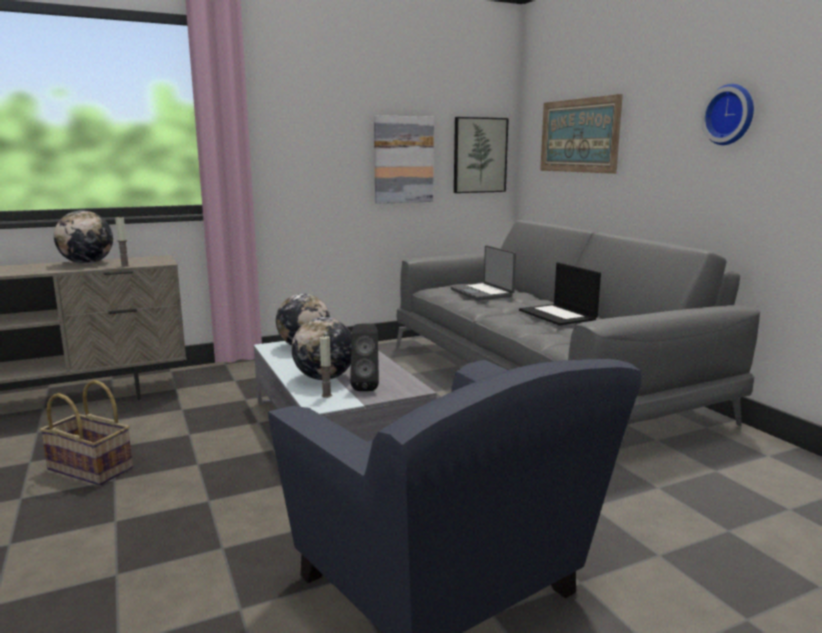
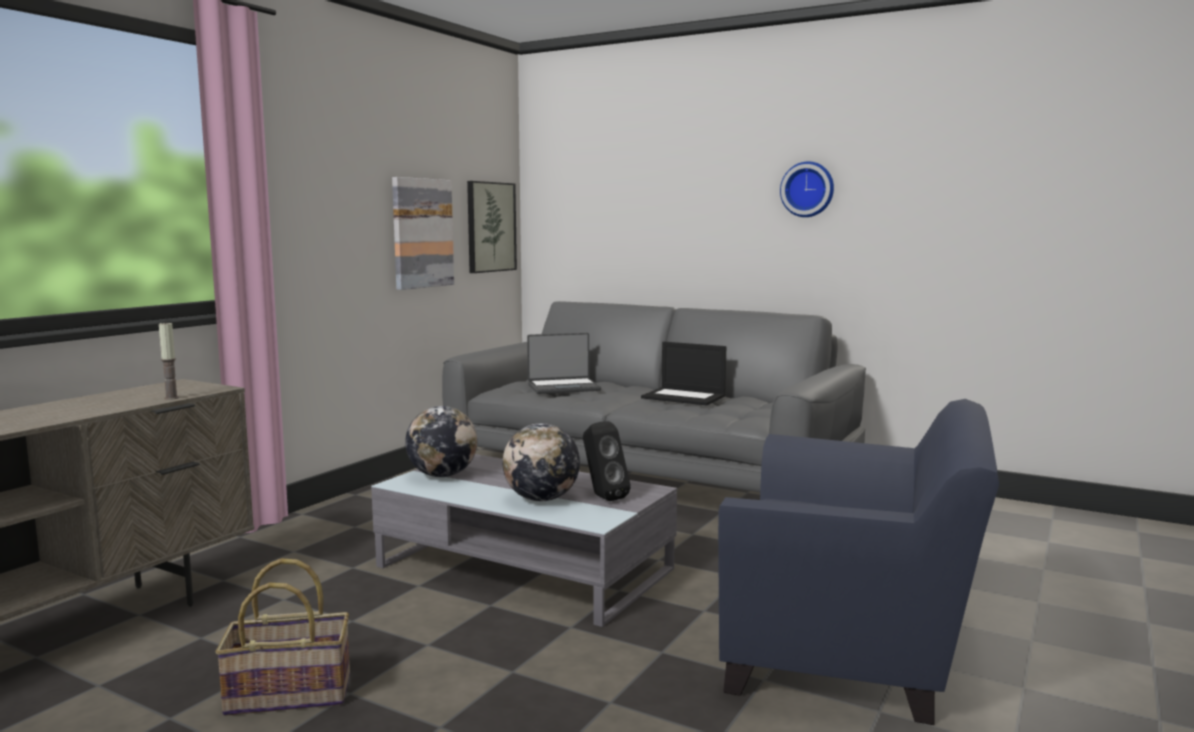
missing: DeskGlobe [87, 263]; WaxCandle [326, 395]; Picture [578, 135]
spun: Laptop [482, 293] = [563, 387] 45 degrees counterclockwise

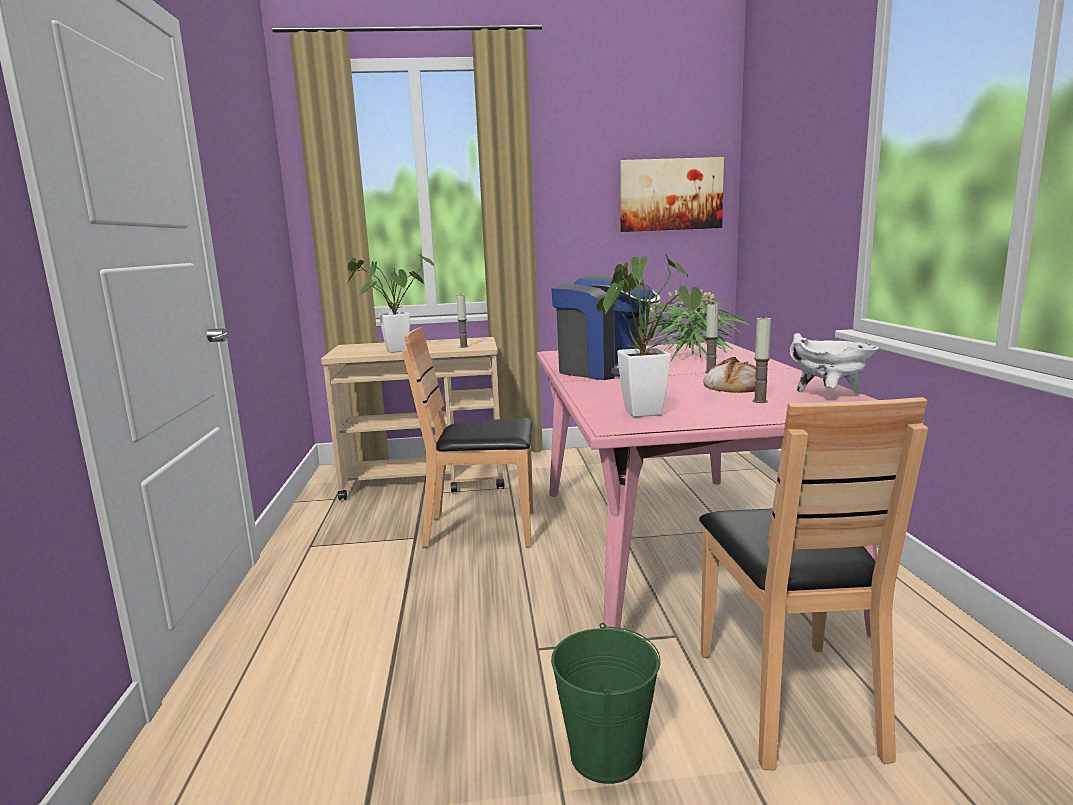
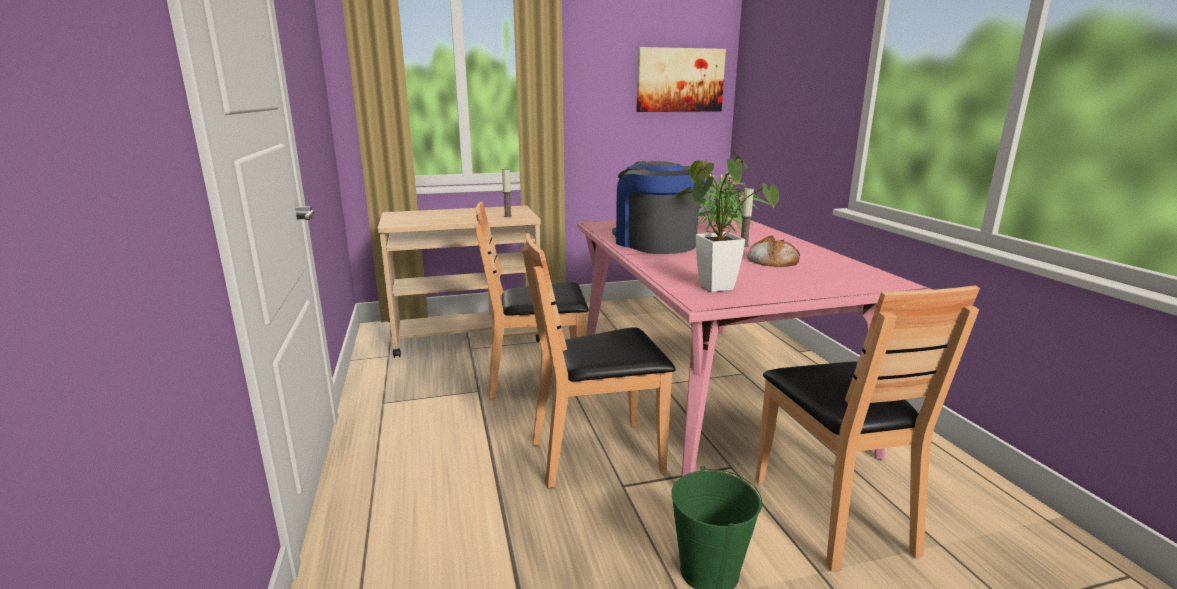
missing: PottedPlant [391, 351]; WaxCandle [760, 401]; WhiteColouredCookingPot [830, 395]
appeared: BrownishChair [598, 455]
spun: CoffeeMaker [606, 370] = [654, 243] 150 degrees counterclockwise

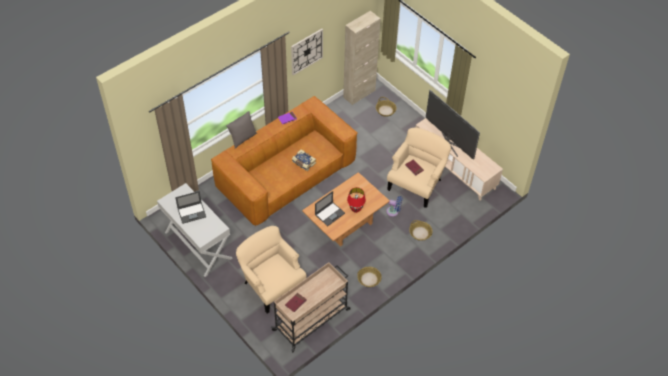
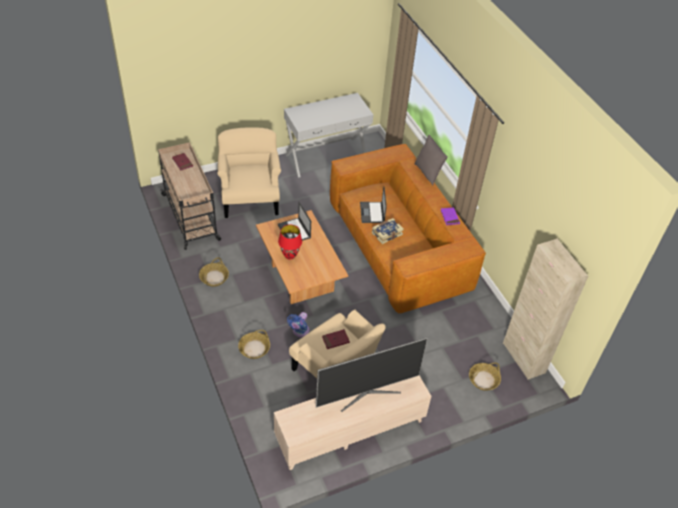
missing: WallClock [306, 51]
relocated: Laptop [192, 212] to [372, 213]
spun: BeigeColouredArmchair [271, 284] = [250, 198] 75 degrees counterclockwise

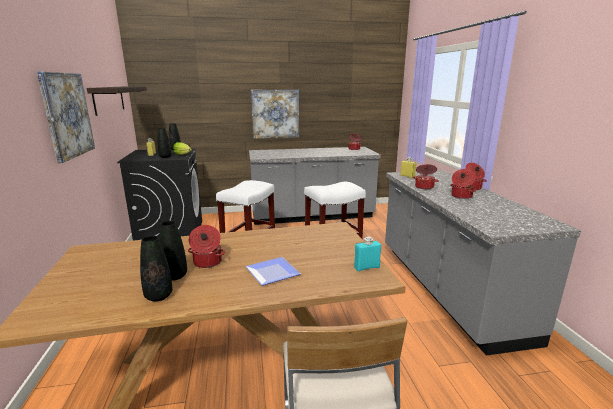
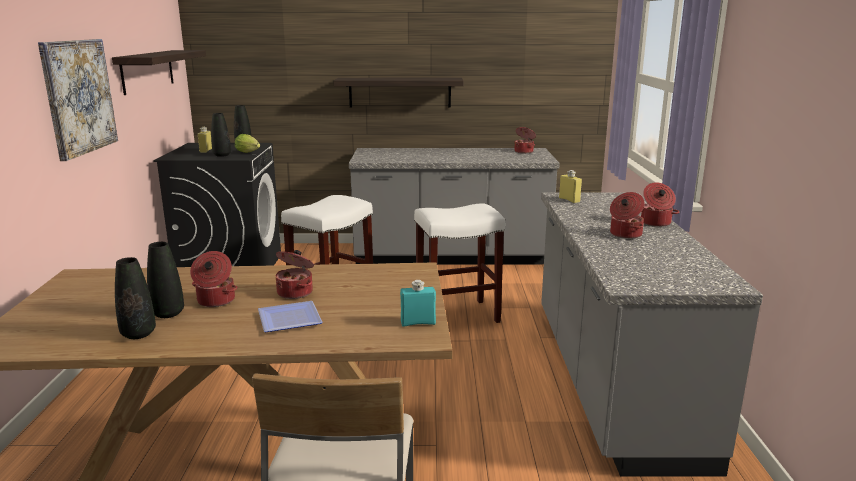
relocated: CookingPot [424, 187] to [296, 292]
exchanged: Picture [275, 114] to BracketShelf [400, 92]

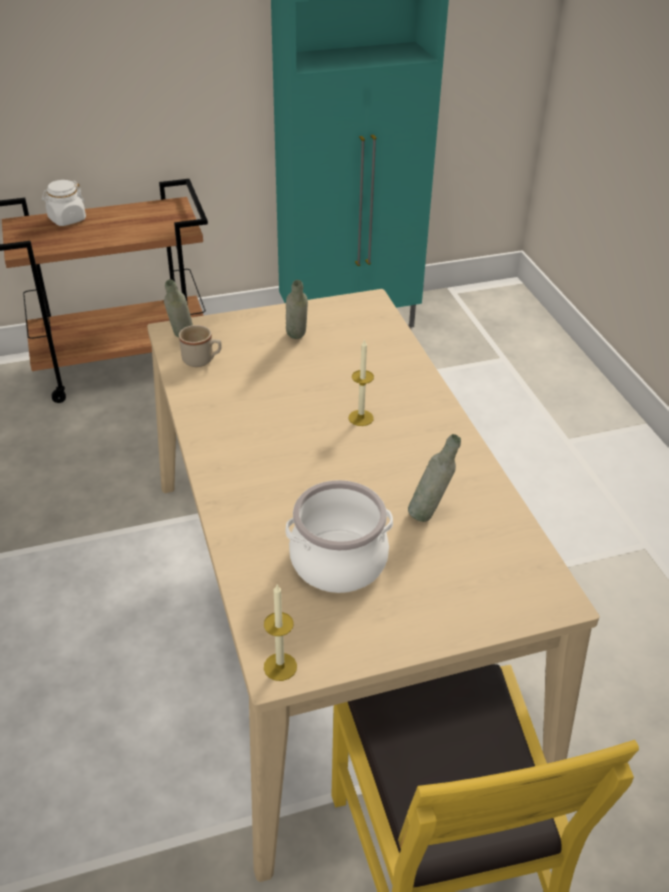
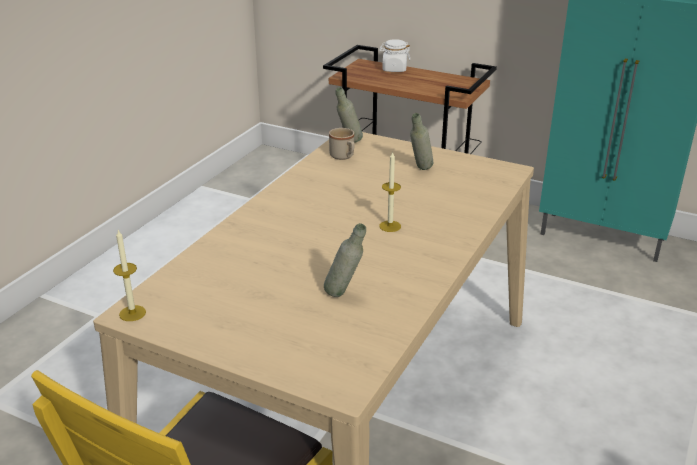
missing: CookingPot [338, 562]

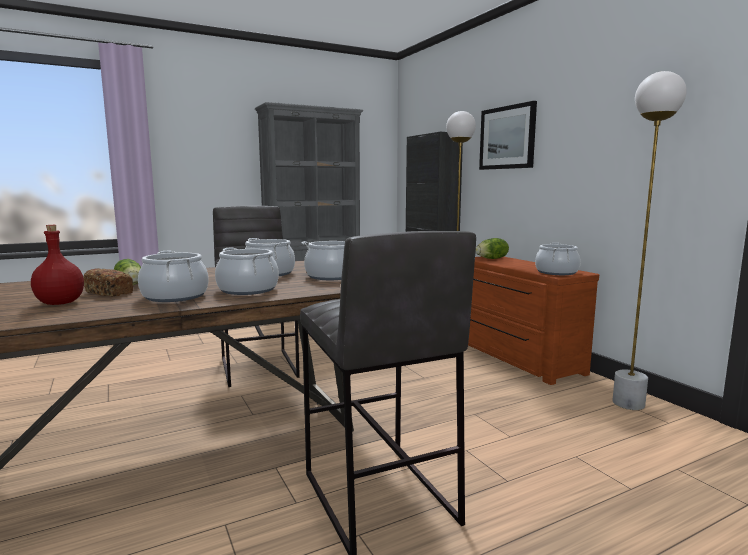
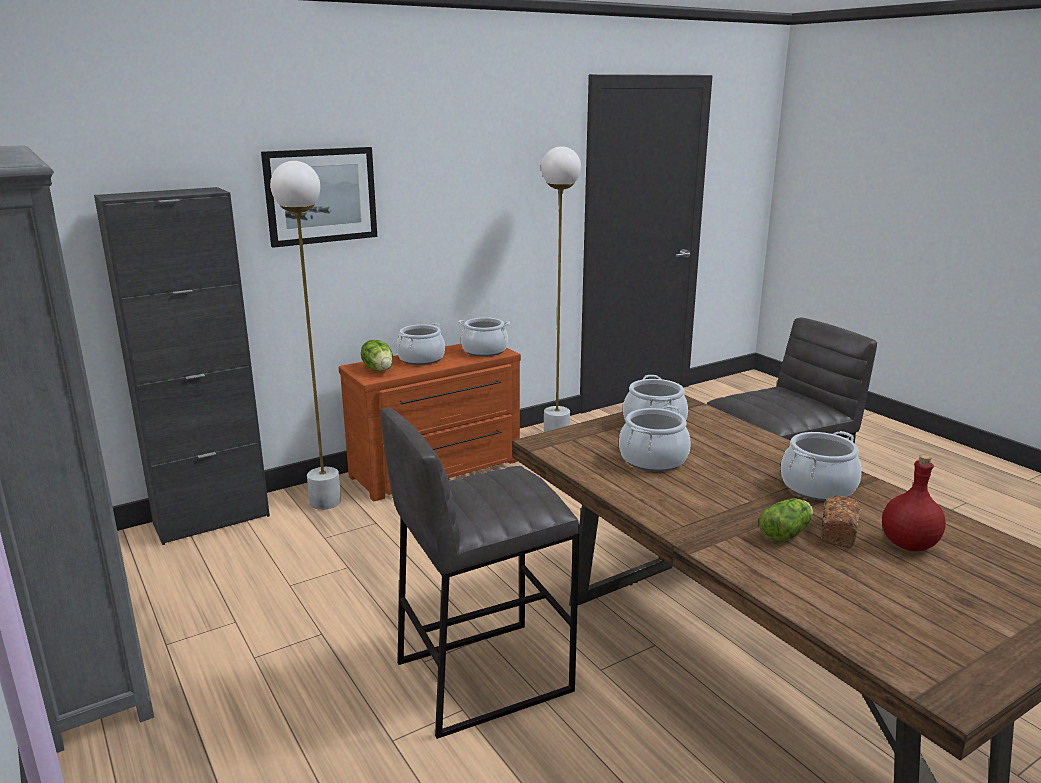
relocated: CookingPot [248, 290] to [421, 359]

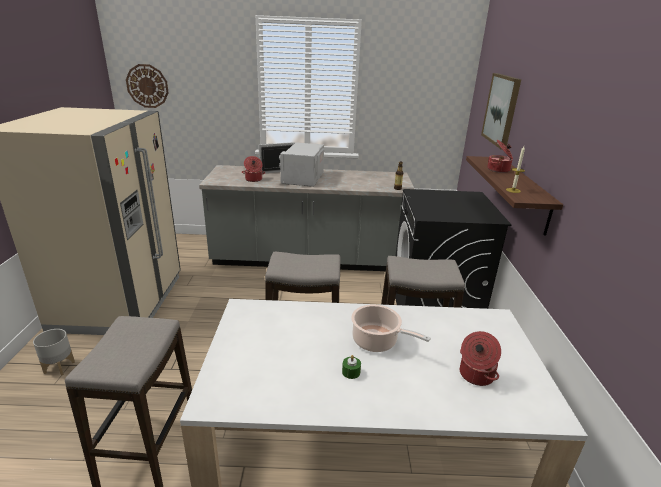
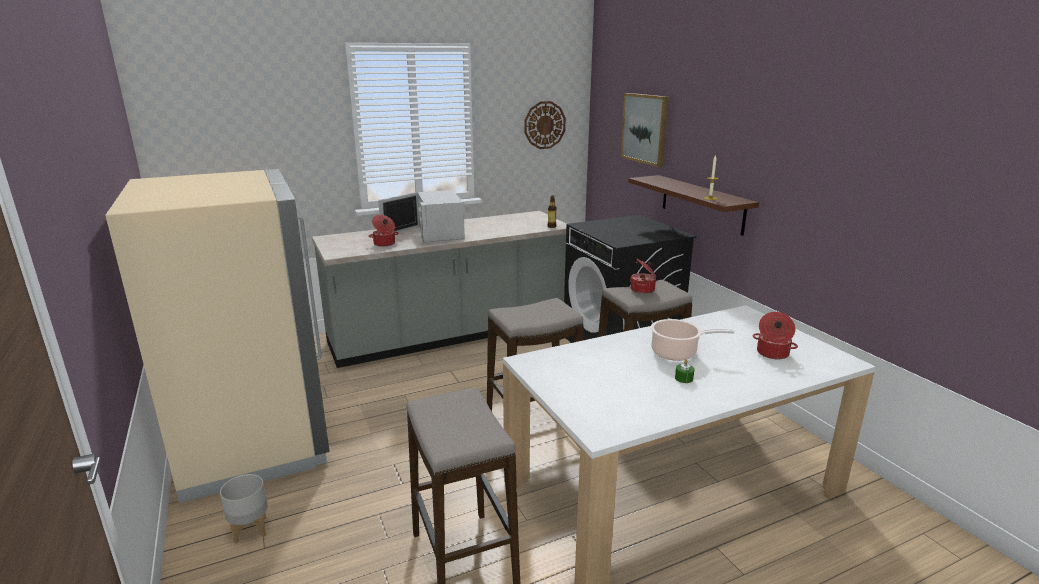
relocated: WallClock [147, 86] to [544, 125]; CookingPot [499, 170] to [643, 290]

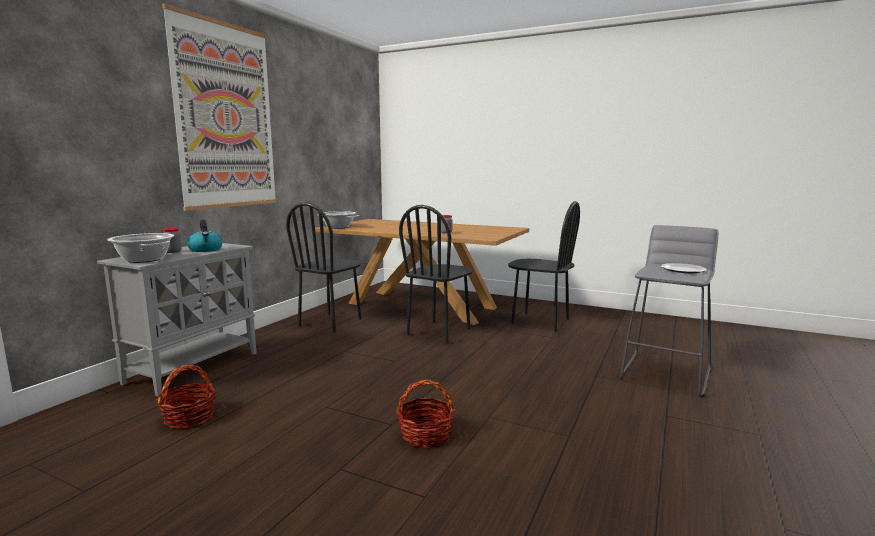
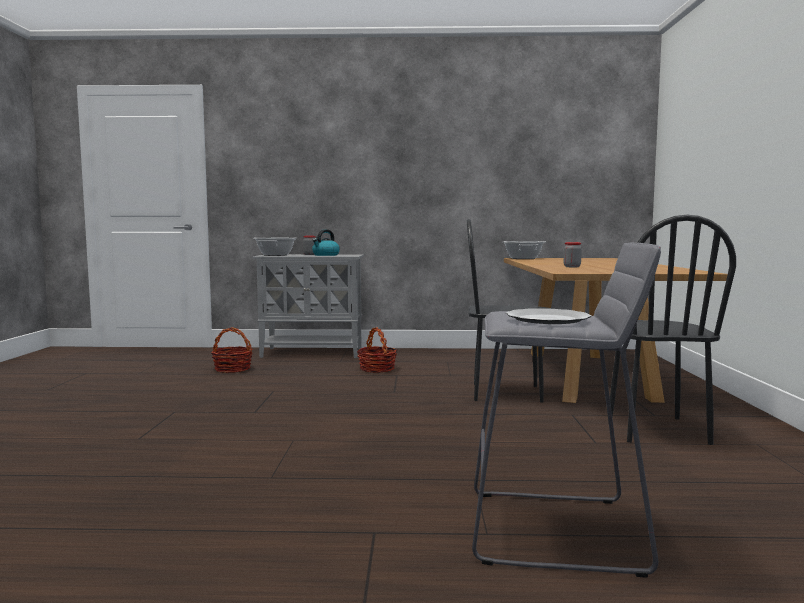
missing: Picture [226, 116]; BlackChair [330, 322]
relocated: HouseholdBasket [425, 435] to [377, 369]

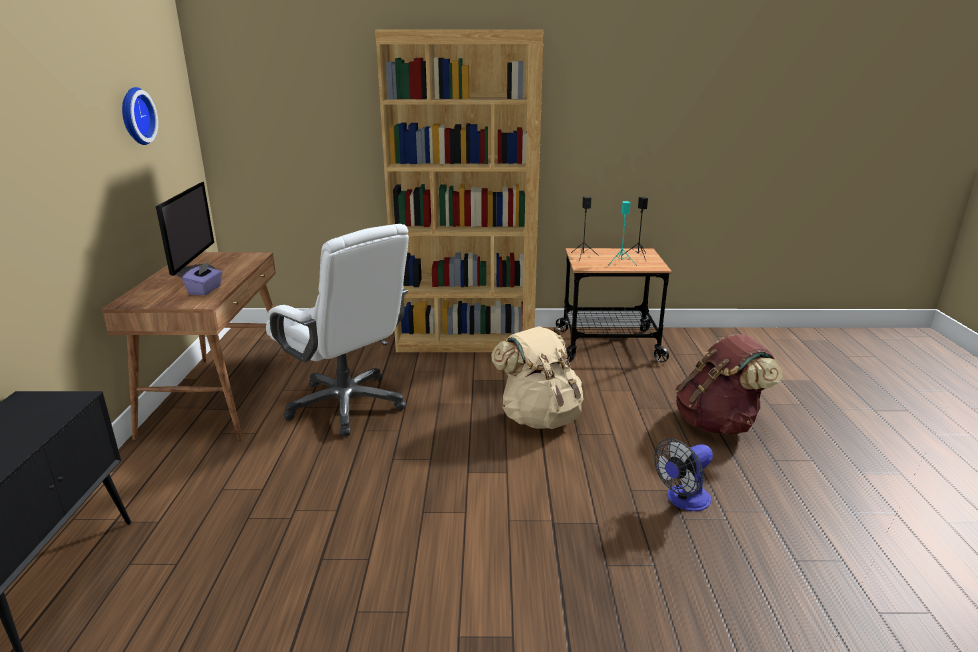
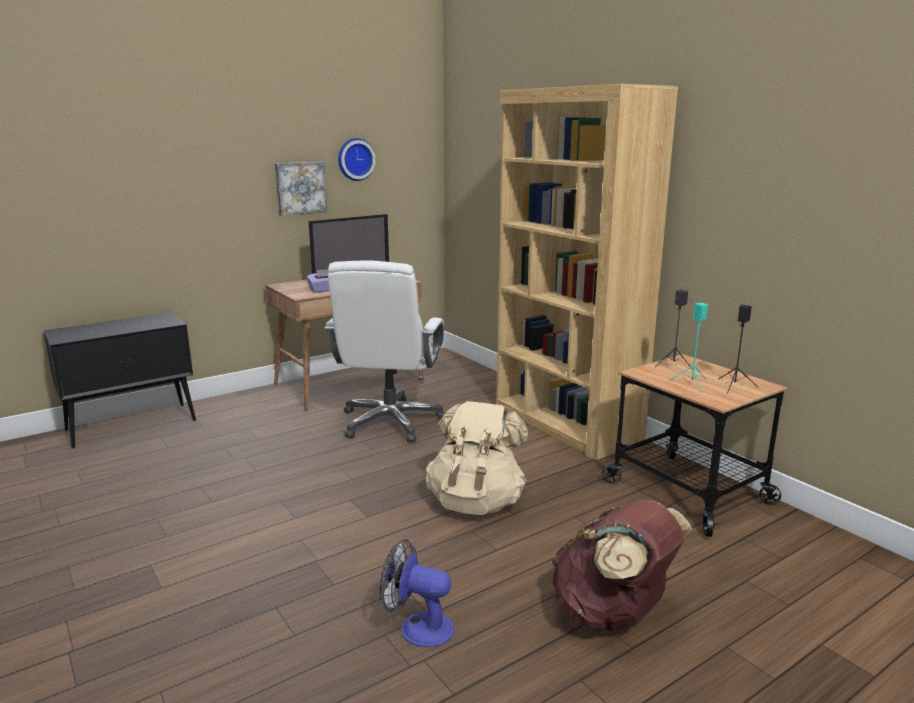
appeared: Picture [300, 188]

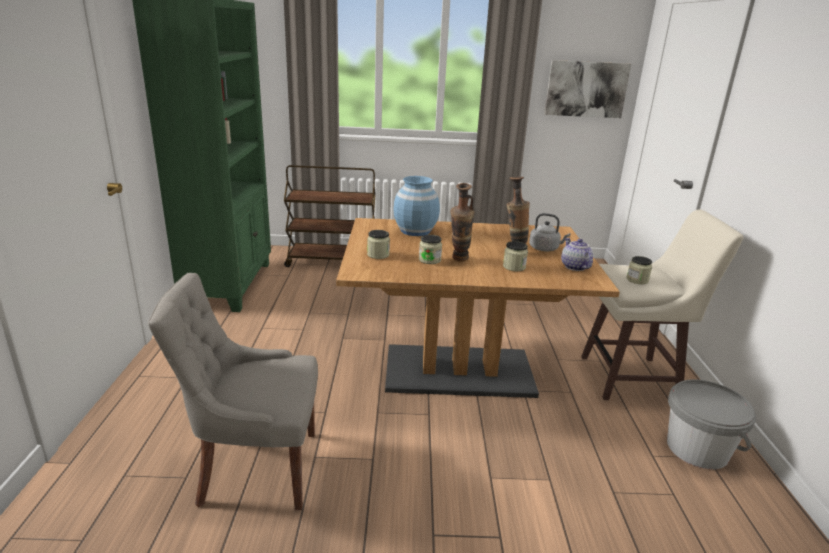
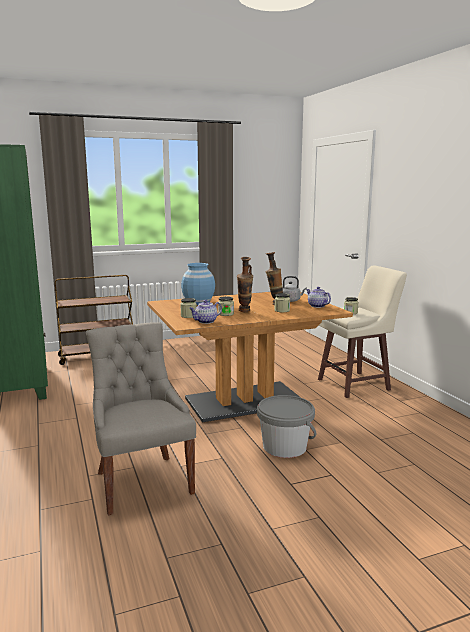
missing: Picture [586, 89]
appeared: PotForTea [205, 321]
relocated: GrayPail [697, 449] to [284, 447]
spun: GrayChair [255, 468] = [142, 481] 90 degrees clockwise

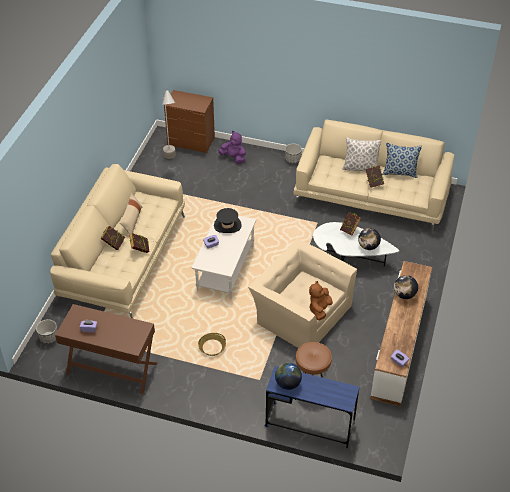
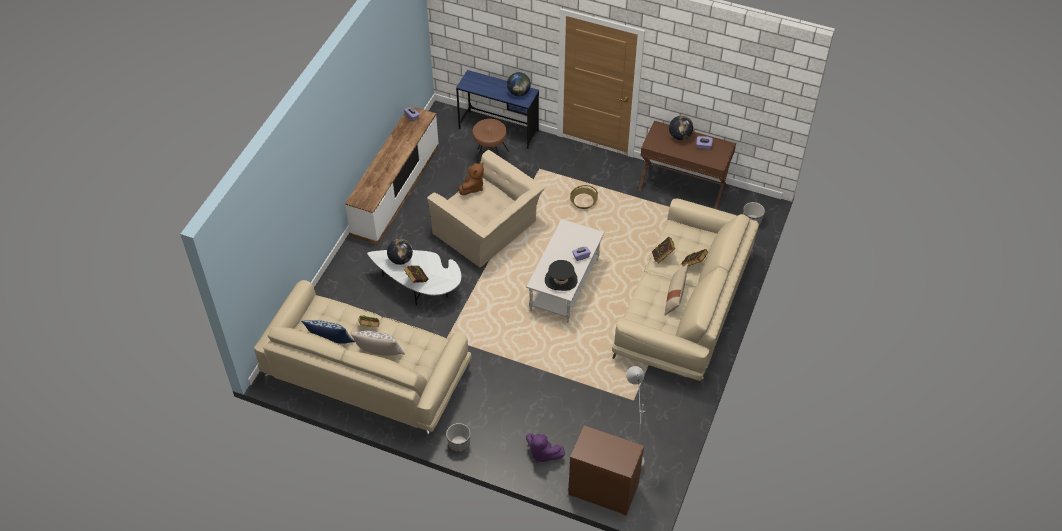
relocated: DeskGlobe [404, 295] to [680, 136]

